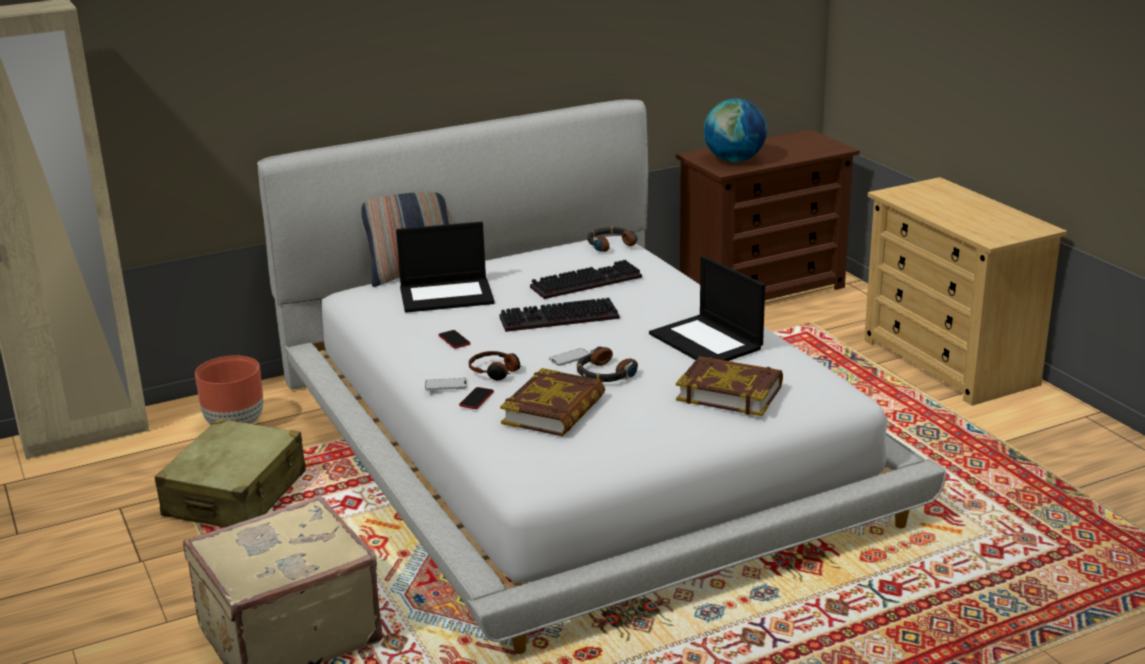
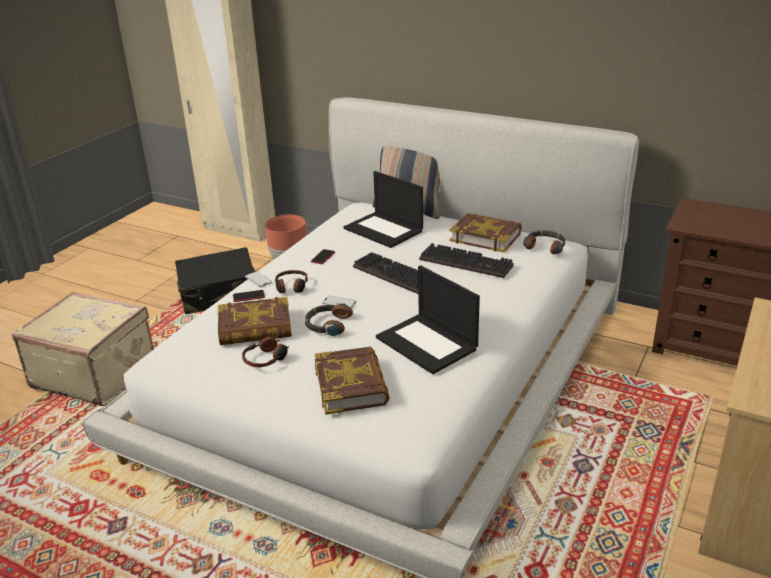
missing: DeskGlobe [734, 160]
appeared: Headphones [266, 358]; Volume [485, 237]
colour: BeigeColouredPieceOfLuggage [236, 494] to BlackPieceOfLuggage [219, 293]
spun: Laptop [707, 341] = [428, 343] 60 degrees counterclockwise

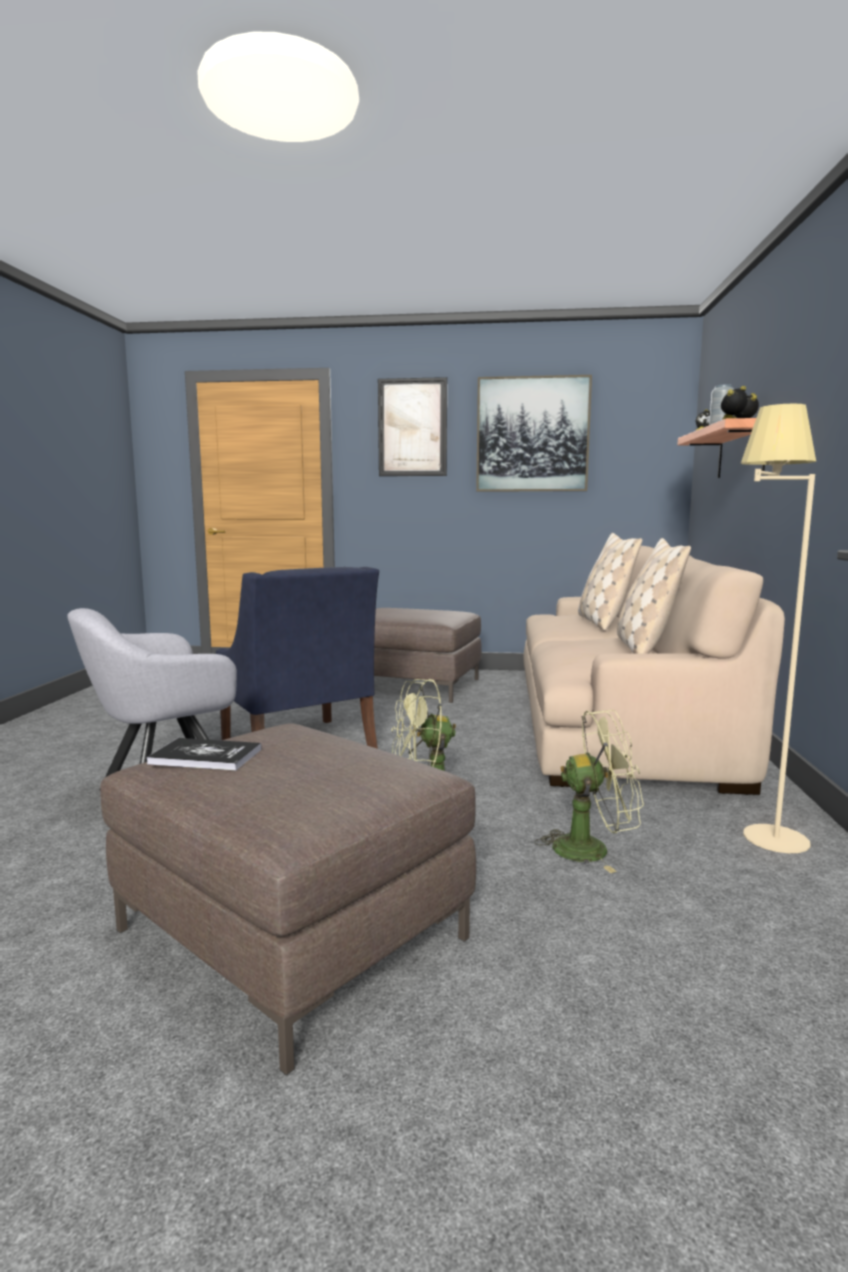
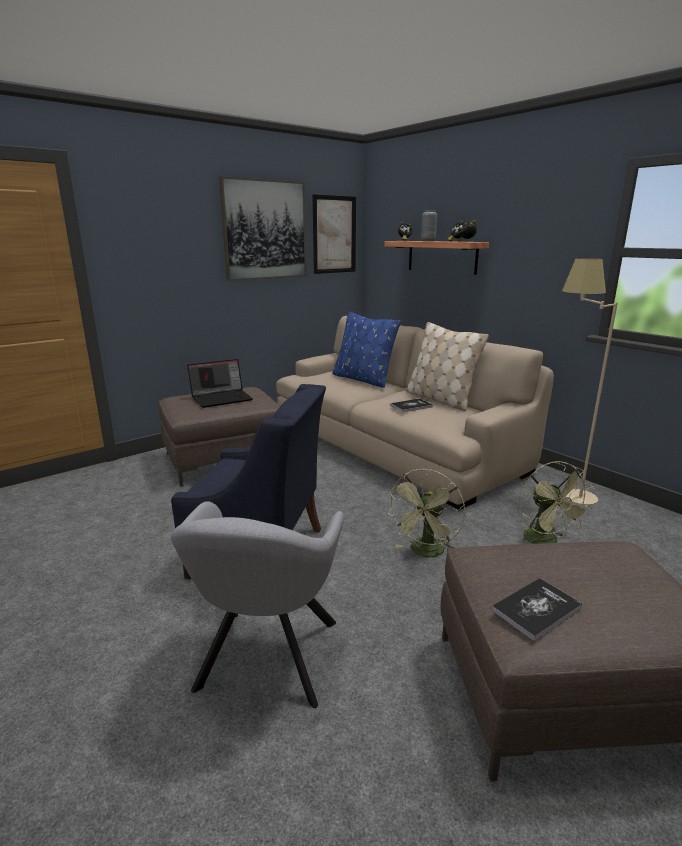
appeared: Laptop [222, 398]; Volume [411, 406]
relocated: Picture [412, 427] to [334, 235]
colour: BeigeColouredCushion [603, 622] to BlueCushion [363, 379]
spun: GreenishElectricFan [592, 848] = [546, 542] 120 degrees clockwise

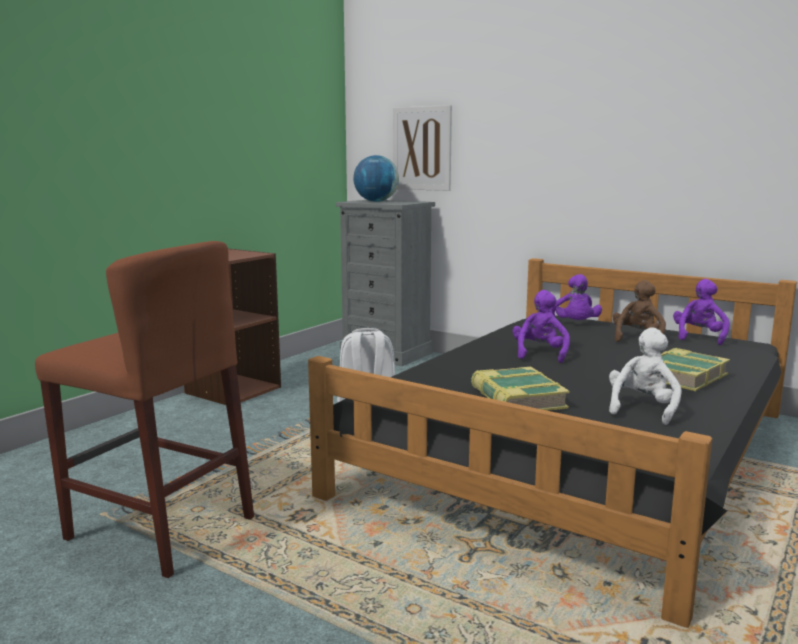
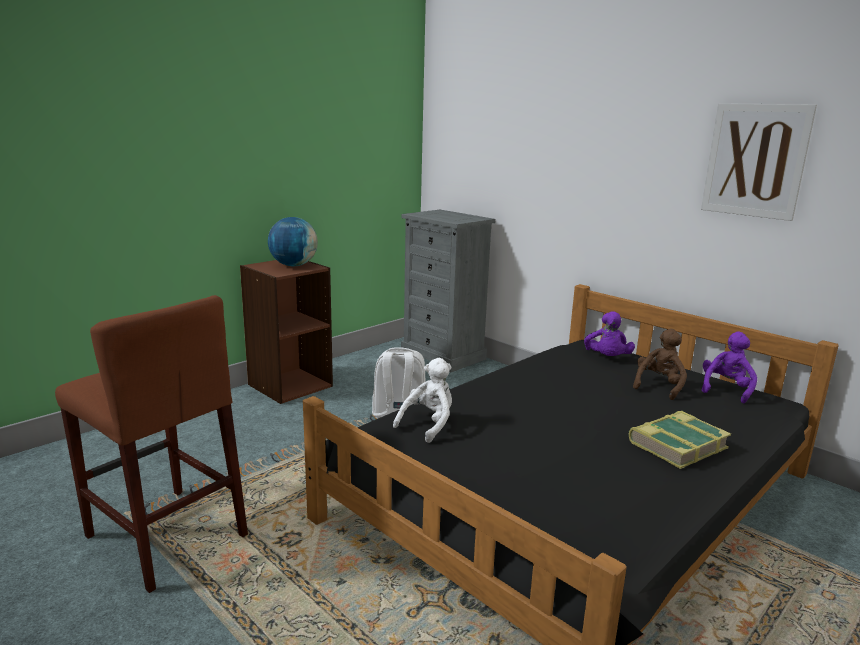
missing: Volume [517, 399]; PurpleColouredCuddlyToy [540, 354]
relocated: DeskGlobe [376, 201] to [293, 265]; Picture [422, 148] to [755, 160]; WhiteColouredCuddlyToy [642, 408] to [428, 424]

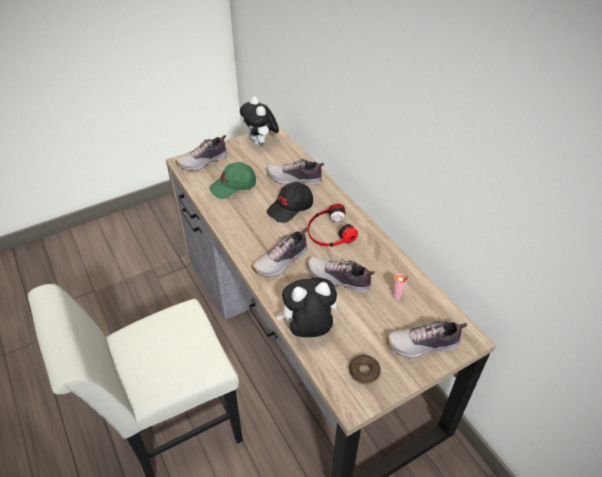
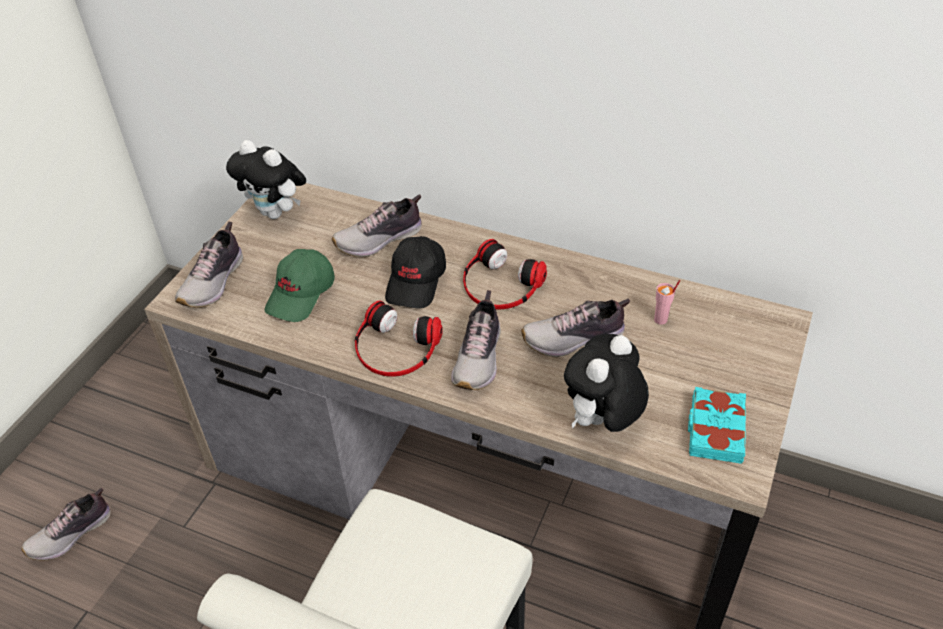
appeared: Headphones [395, 348]
relocated: Shoe [423, 345] to [72, 534]
exchanged: Donut [364, 372] to BlueGreenVolume [715, 430]

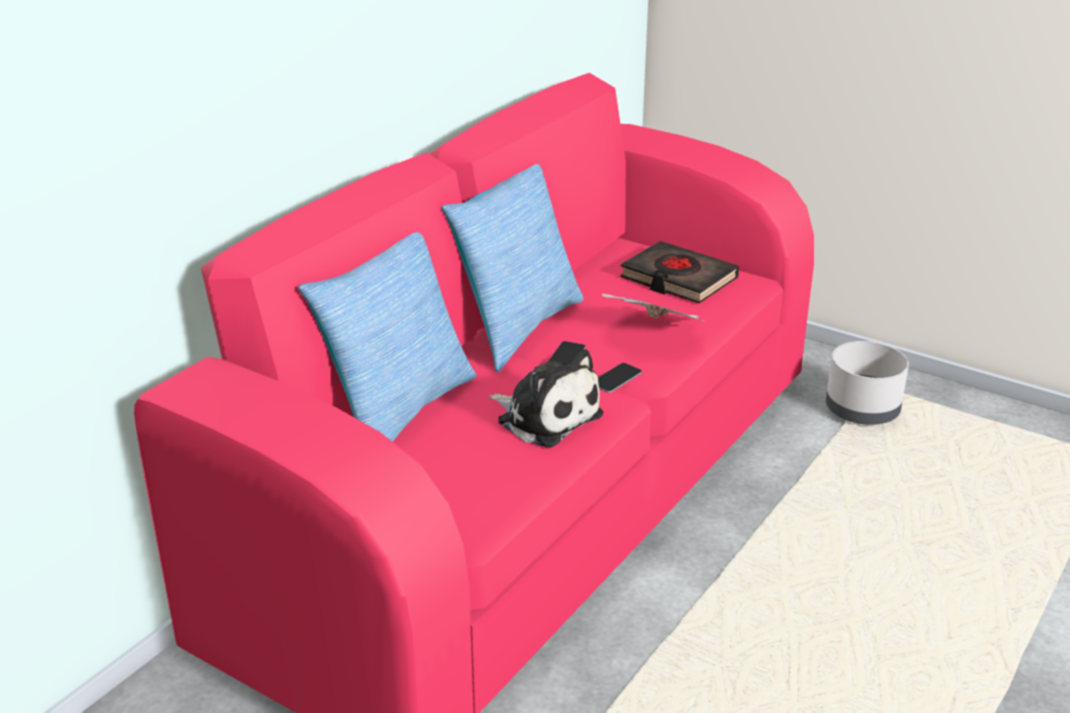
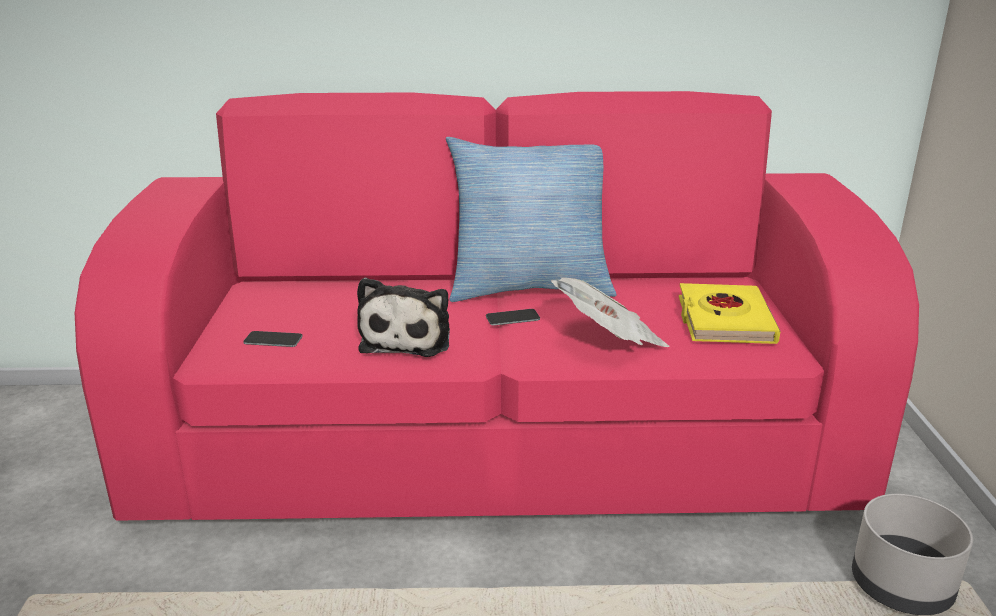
missing: Cushion [397, 412]
relocated: Handset [616, 378] to [273, 340]
colour: BlackVolume [678, 279] to YellowVolume [724, 321]

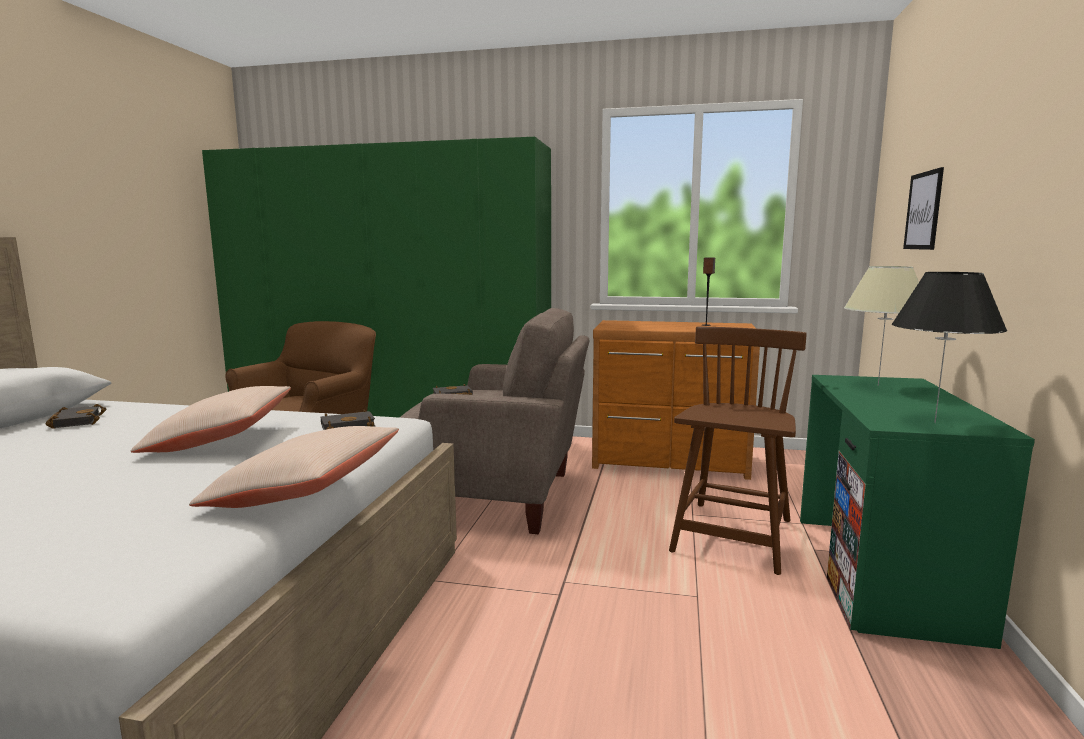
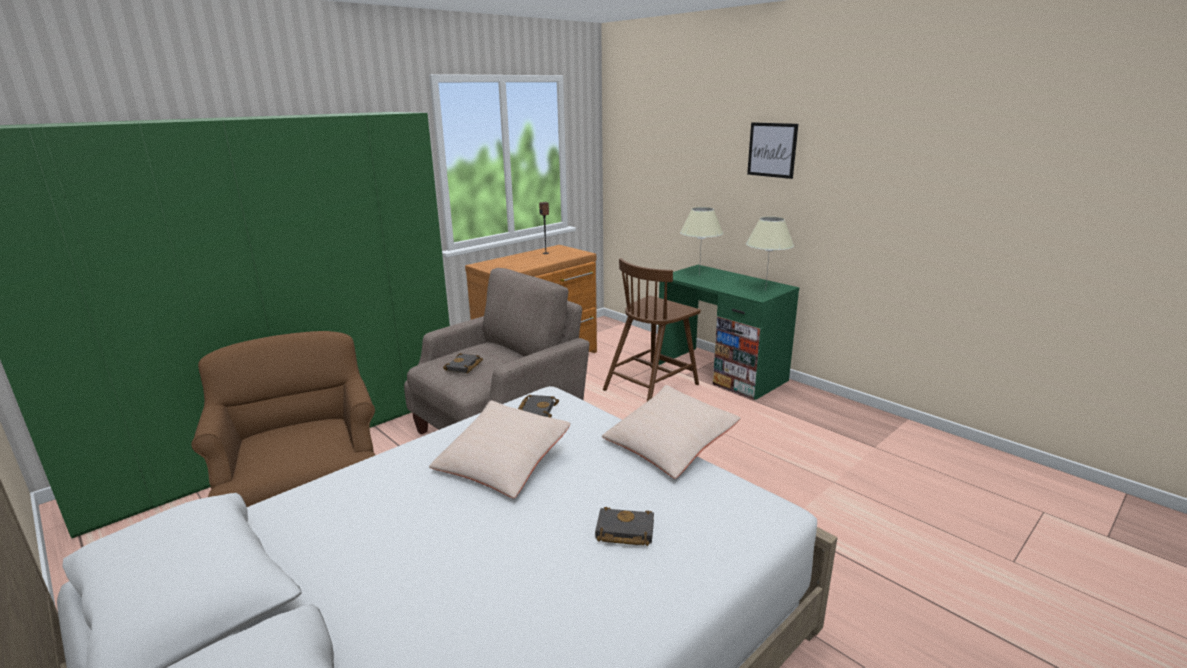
relocated: BlackVolume [75, 421] to [623, 532]; Picture [923, 211] to [772, 150]
colour: BlackTableLamp [934, 422] to BeigeColouredTableLamp [765, 290]
spun: BrownishChair [733, 537] = [652, 386] 105 degrees counterclockwise

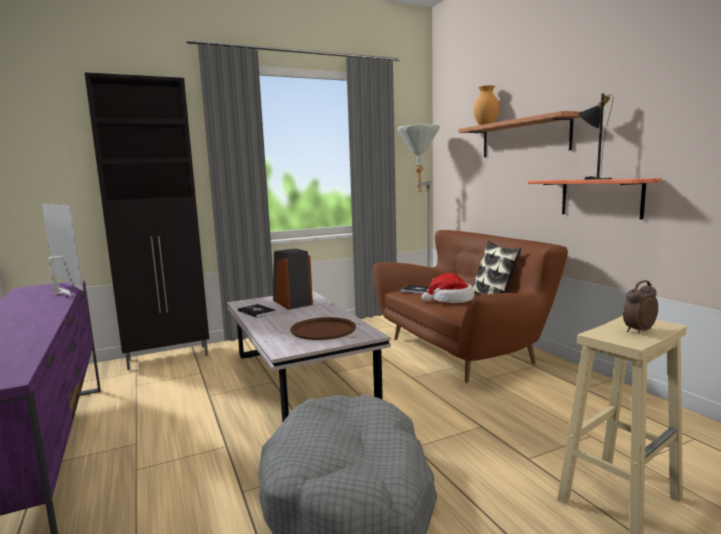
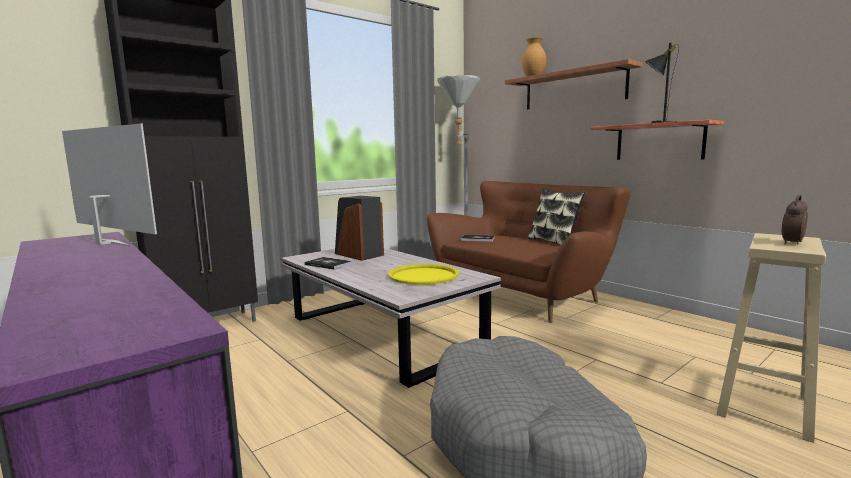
missing: Hat [450, 300]
colour: BrownishCarryingTray [323, 330] to YellowCarryingTray [423, 275]

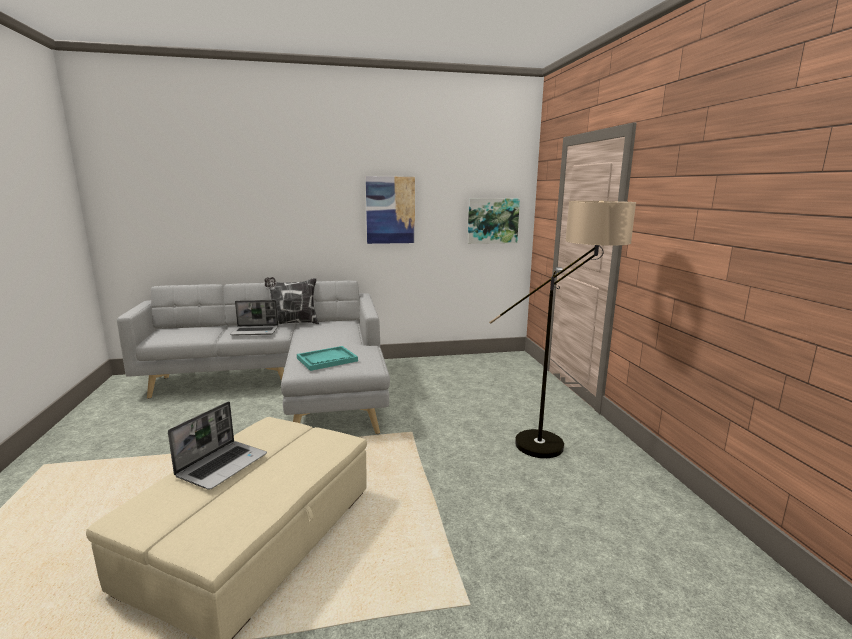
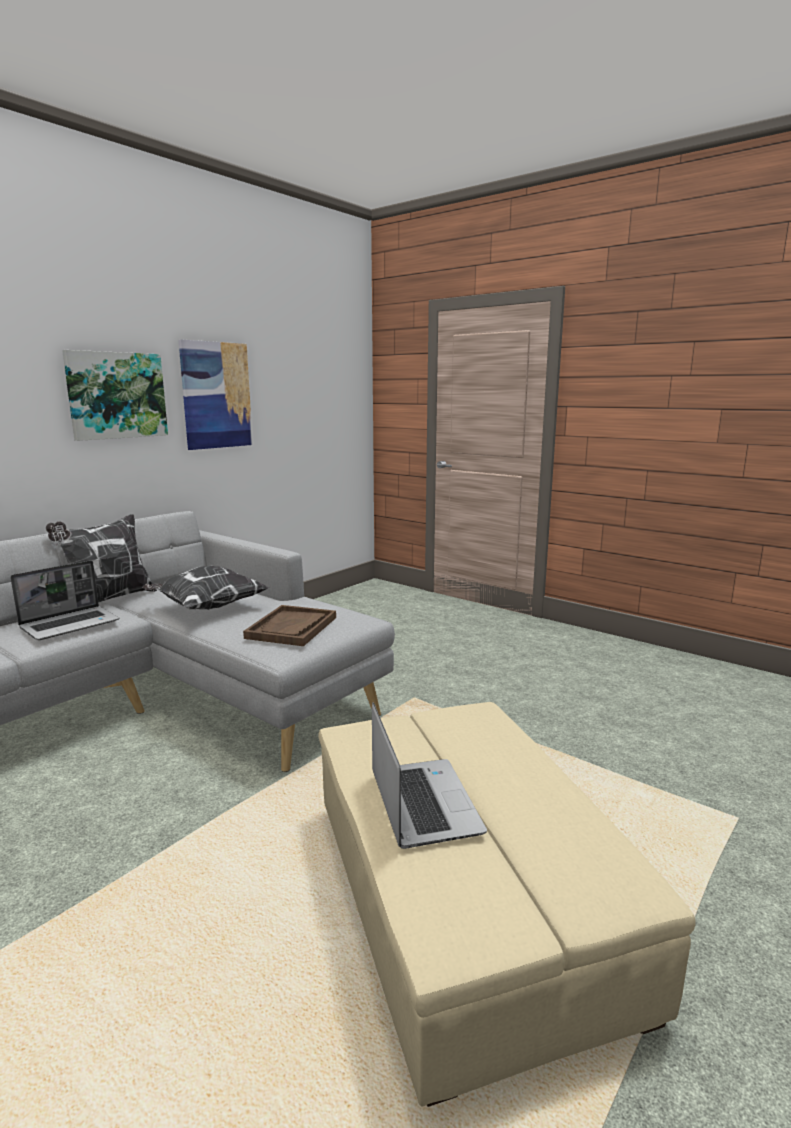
missing: StandingLamp [559, 447]
appeared: Cushion [206, 608]
relocated: Picture [492, 221] to [116, 395]
colour: BlueGreenCarryingTray [327, 360] to BrownishCarryingTray [292, 628]

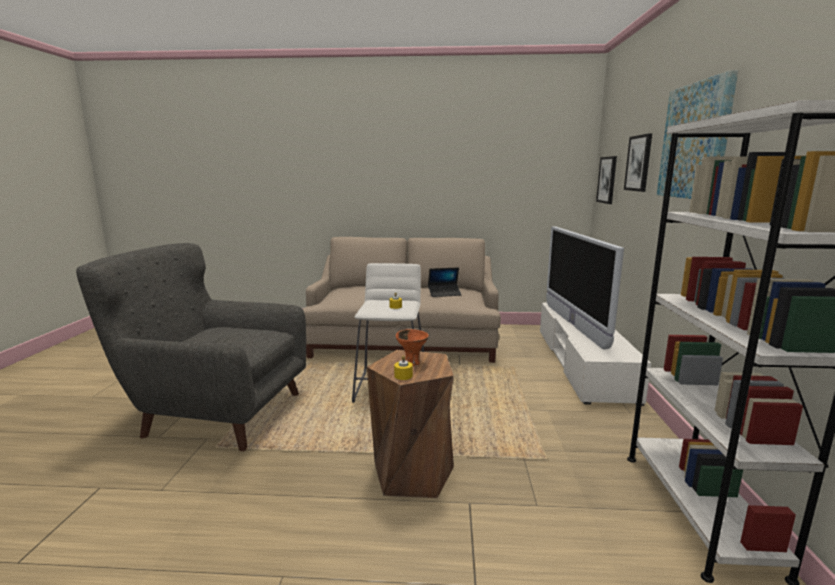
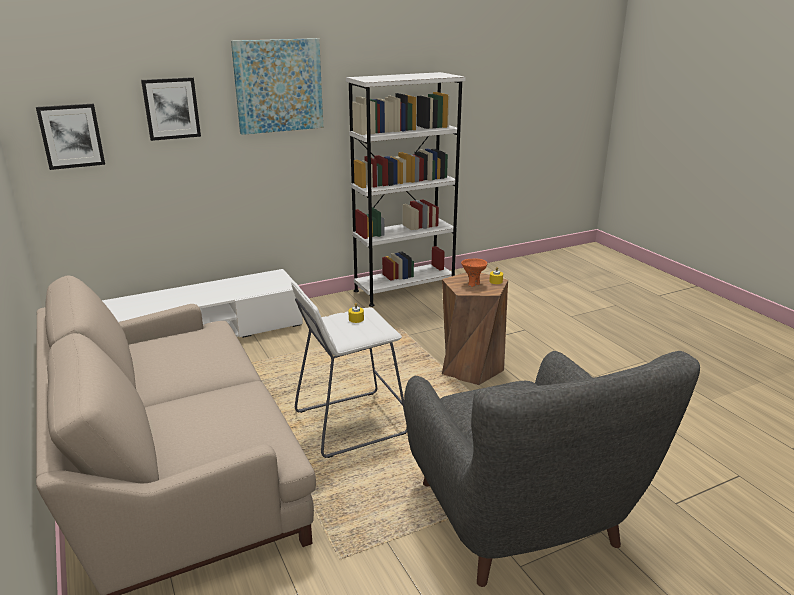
missing: Laptop [444, 293]; Tv [573, 325]

